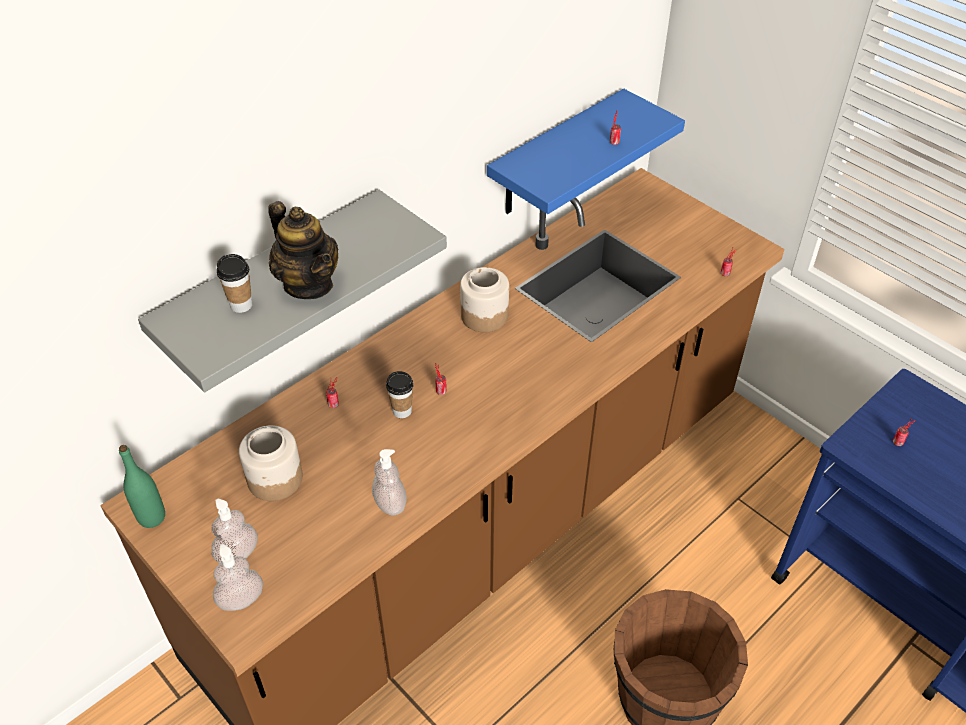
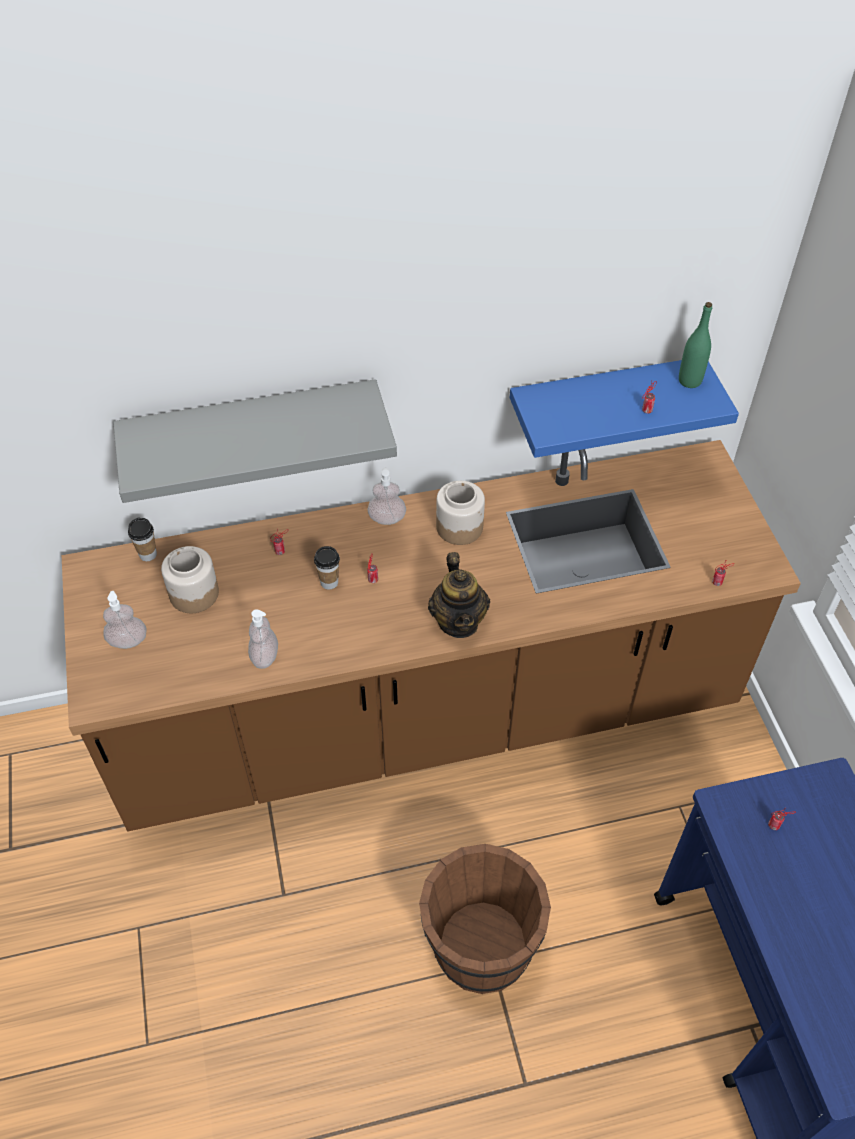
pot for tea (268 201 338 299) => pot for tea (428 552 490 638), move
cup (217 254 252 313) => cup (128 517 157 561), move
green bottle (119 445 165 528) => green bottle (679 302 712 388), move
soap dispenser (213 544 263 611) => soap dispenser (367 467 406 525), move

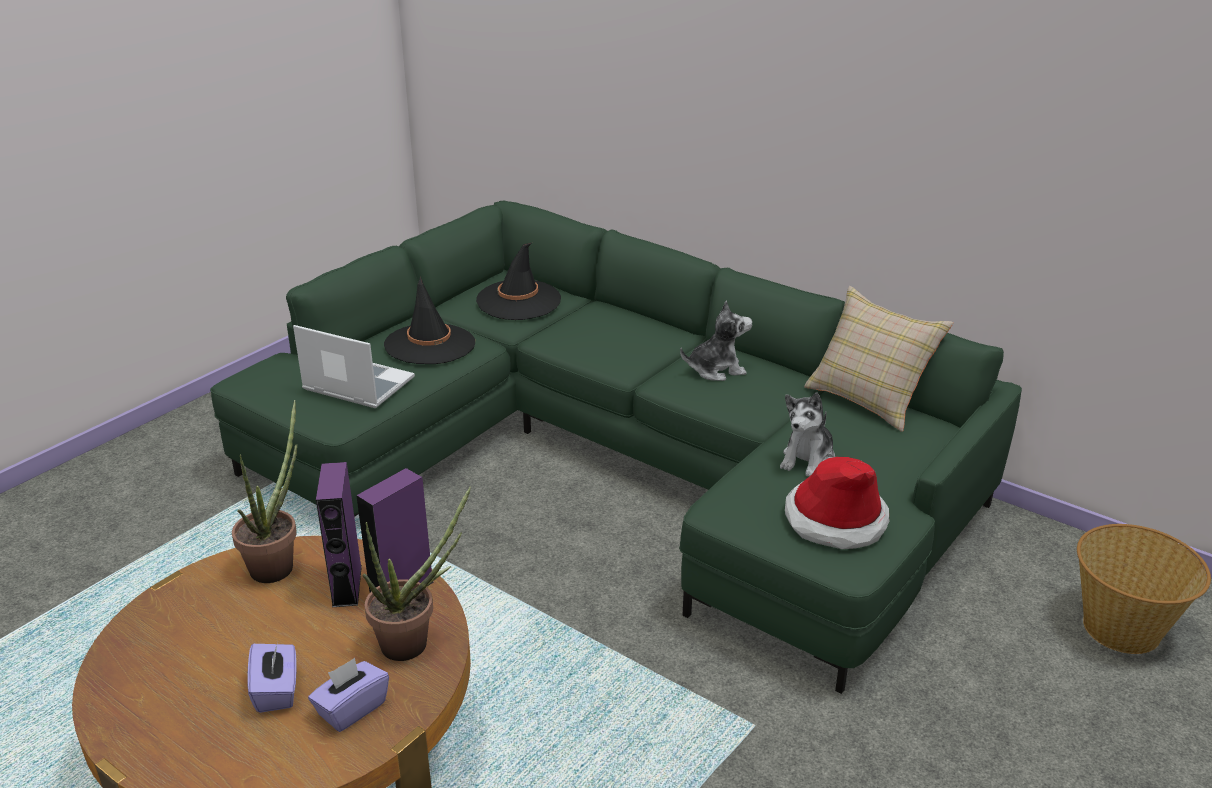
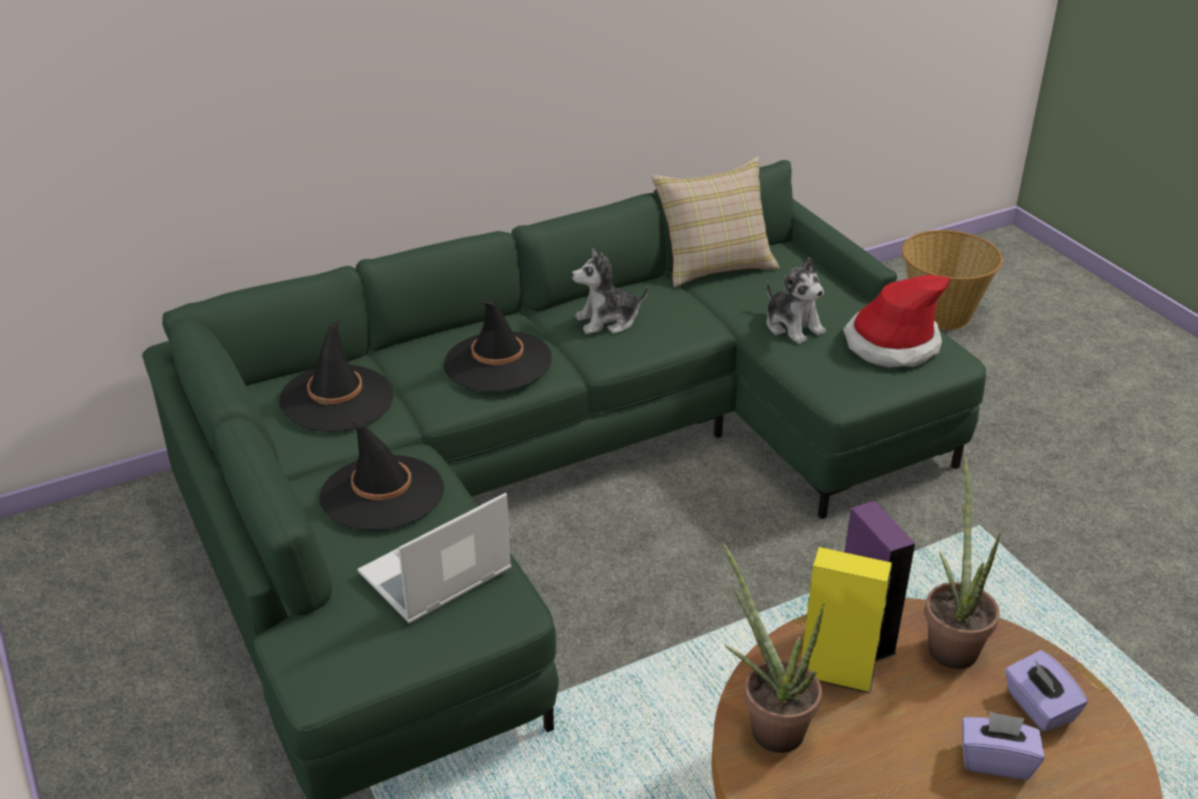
soft toy (680 301 752 381) => soft toy (572 248 649 334), 120 degrees counterclockwise
purplish speaker (316 462 362 607) => yellowish speaker (801 547 892 693)
nothing => black hat (444 301 552 392)

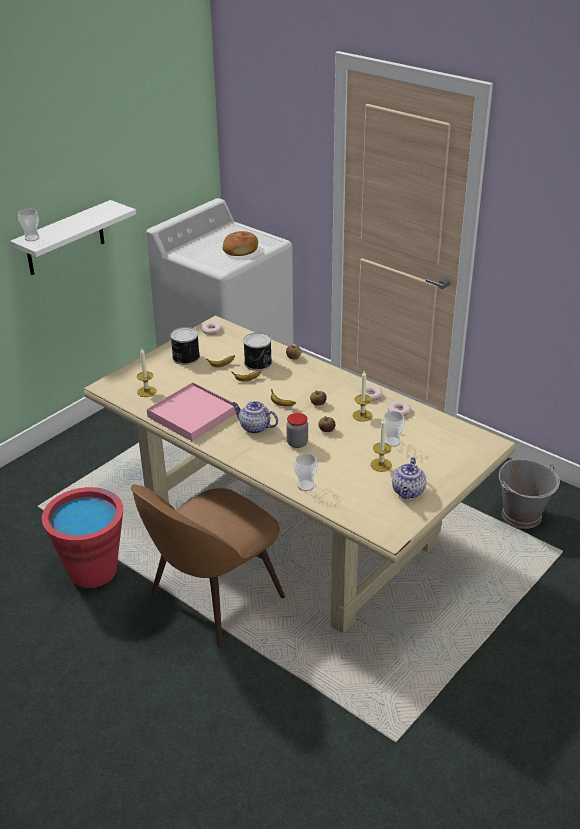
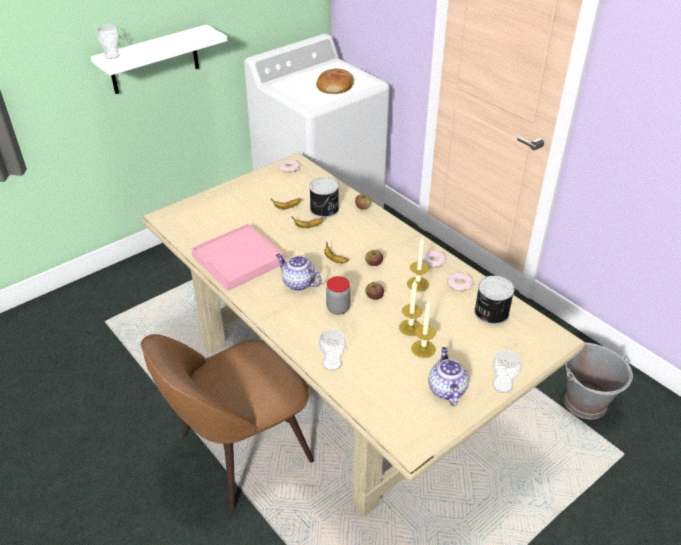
metal can (170 327 200 365) => metal can (474 276 515 325), move
wax light (137 348 156 397) => wax light (399 281 422 336), move
cup (382 411 405 447) => cup (493 350 522 393), move
pot for tea (392 457 427 499) => pot for tea (428 347 469 406), 150 degrees clockwise
red-coloured water bucket (42 487 123 588) => nothing

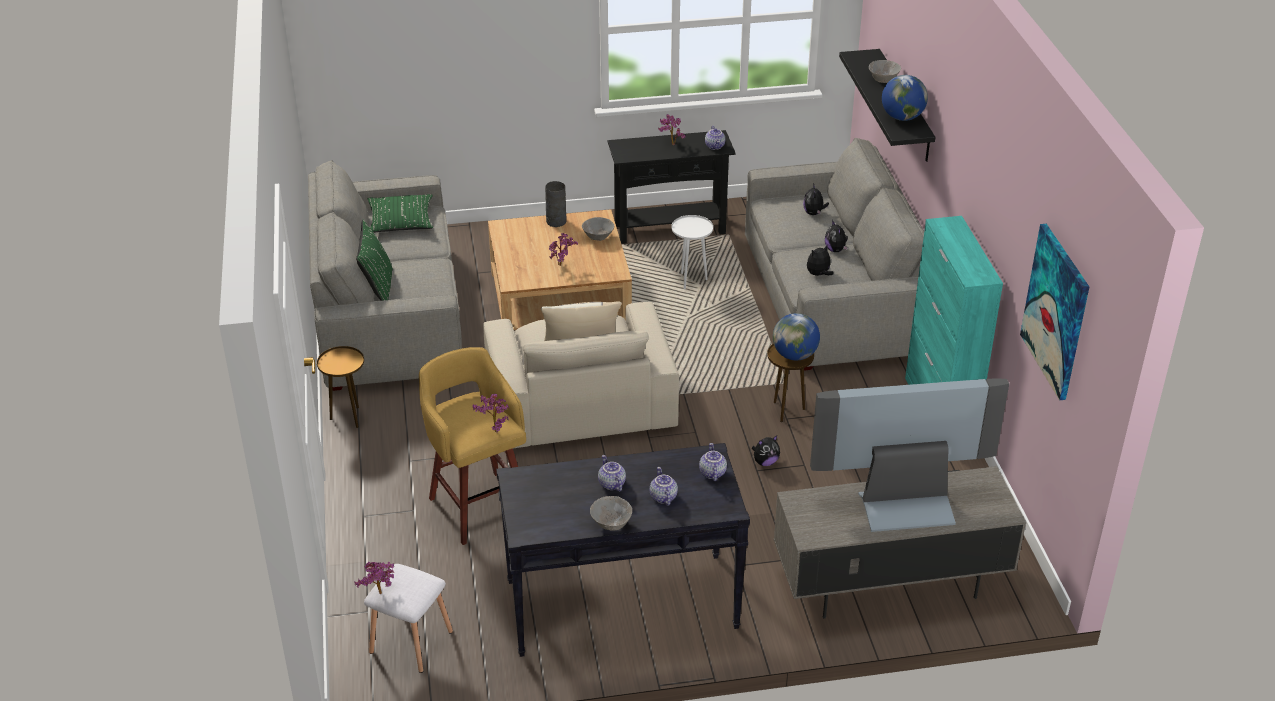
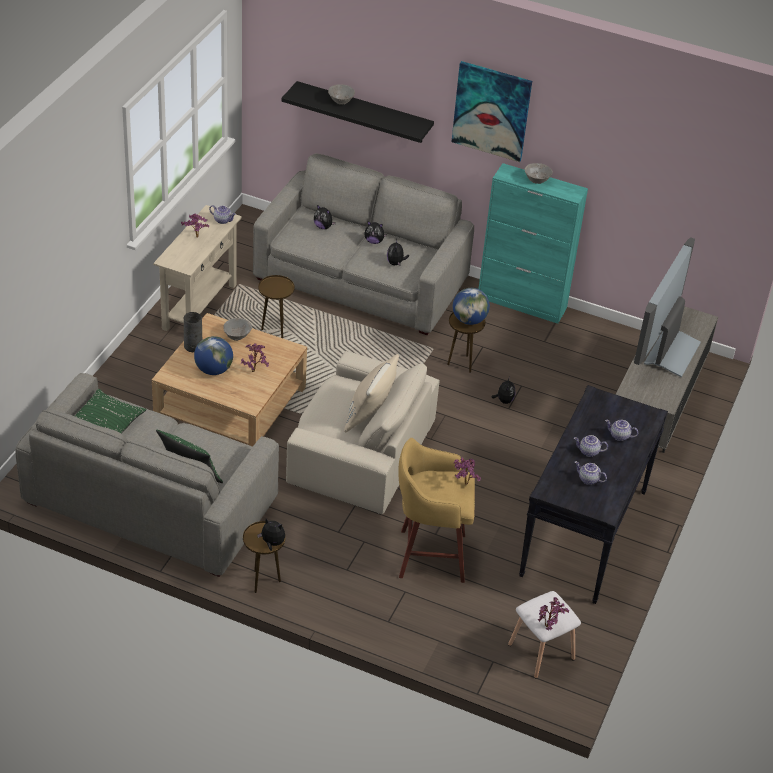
world globe (882 75 928 121) => world globe (194 336 233 375), move
black console table (608 130 736 244) => beige-coloured console table (153 205 242 331)
white side table (671 215 713 289) => brown side table (258 275 295 338)
wall picture (1020 224 1089 400) => wall picture (451 61 532 162), move
pot for tea (699 443 727 481) => pot for tea (575 461 607 485), move
greyish deep dish (590 496 632 530) => greyish deep dish (525 163 553 184), move
nothing => soft toy (257 518 285 551)

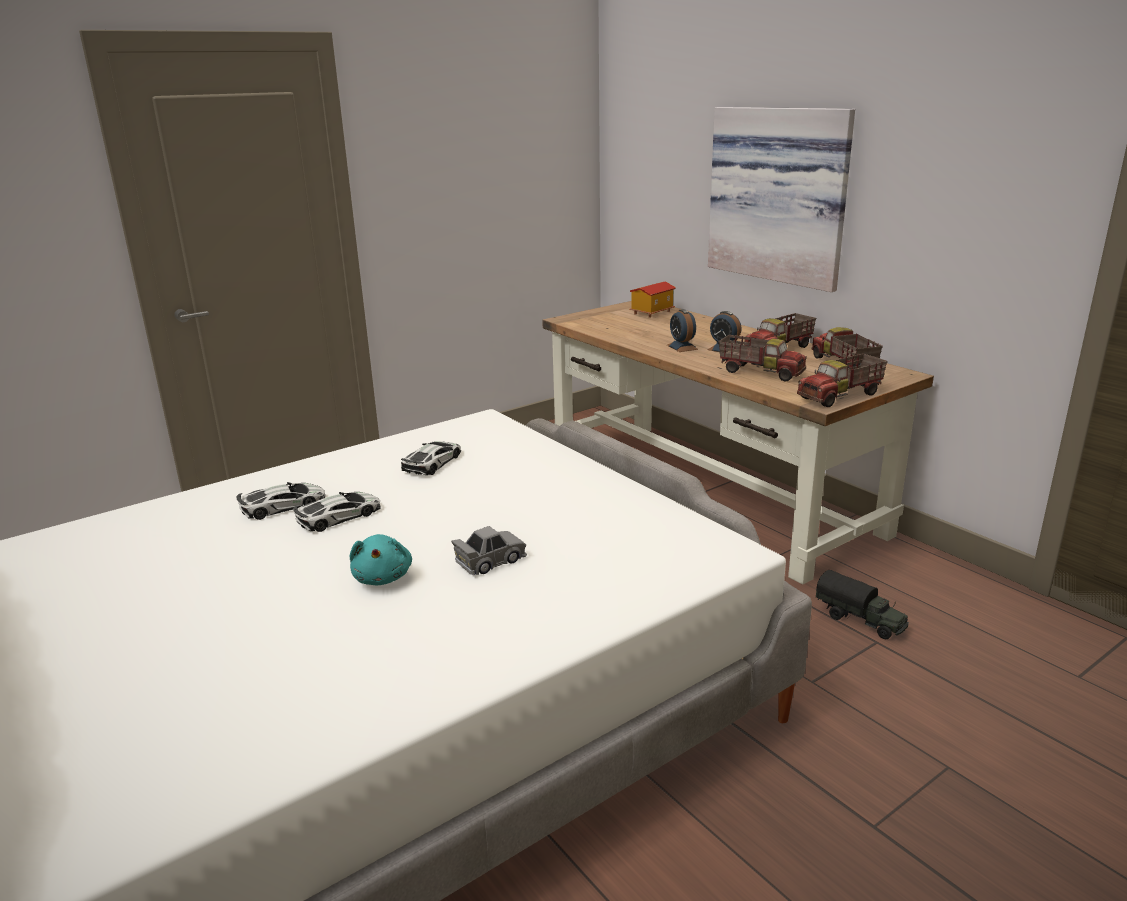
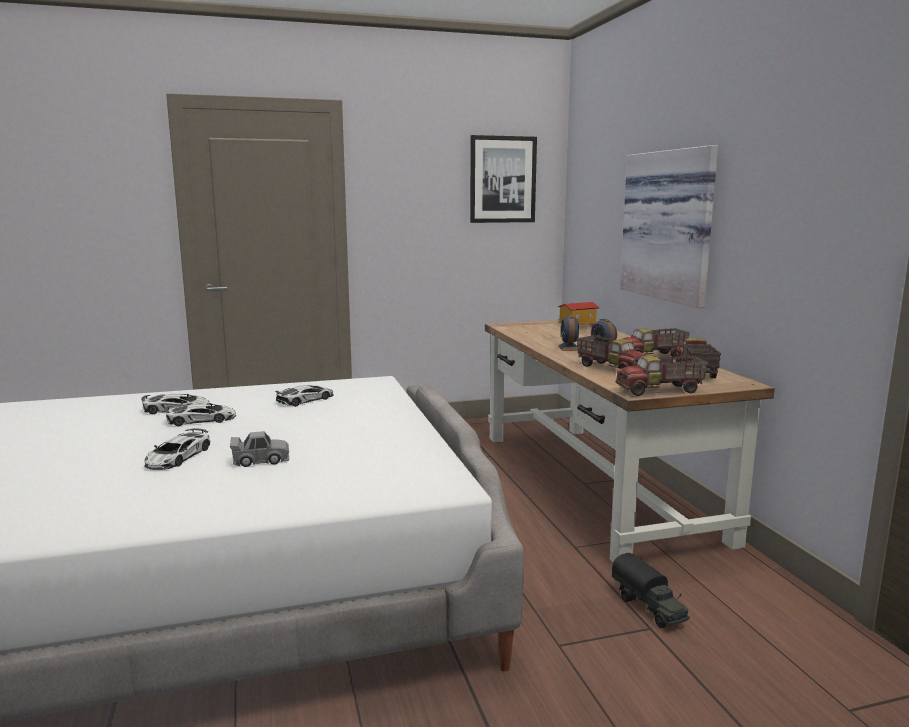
turquoise-coloured soft toy (350 534 412 585) => miniature car (144 429 210 470)
nothing => wall picture (470 135 537 223)

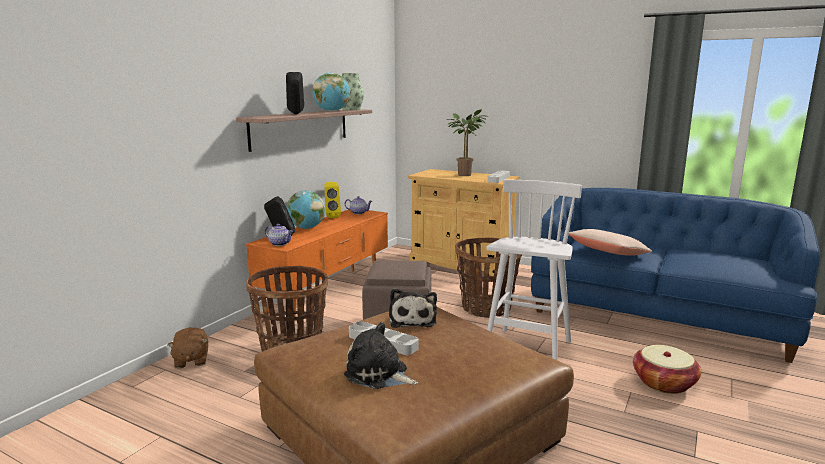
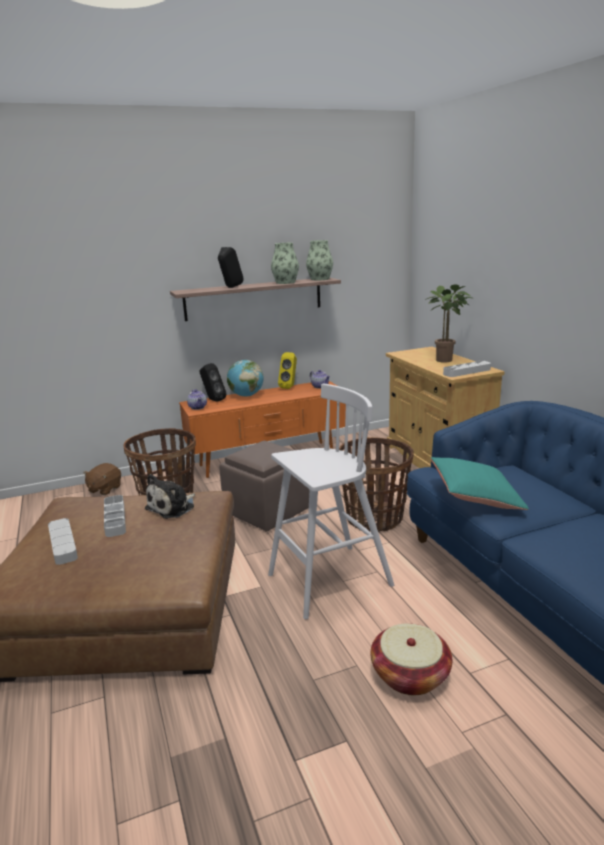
world globe (312 73 350 112) => vase (271 243 299 284)
beige-coloured pillow (568 229 652 256) => turquoise-coloured pillow (431 457 529 510)
soft toy (344 322 418 389) => greyish tray (48 518 78 565)

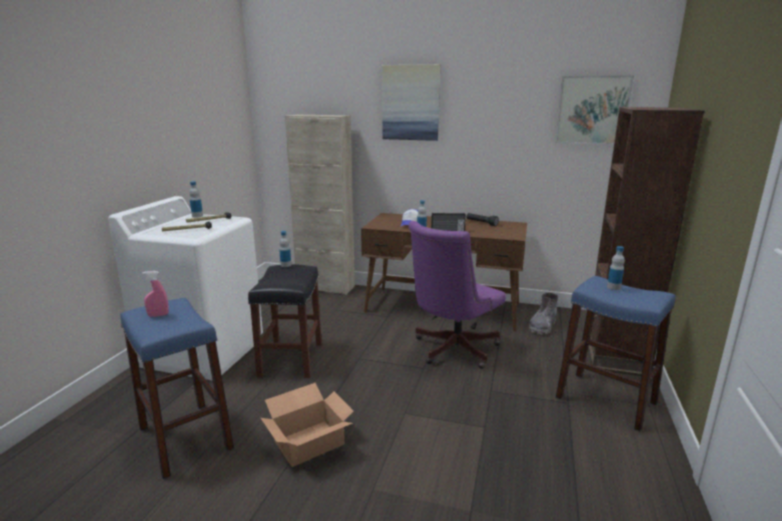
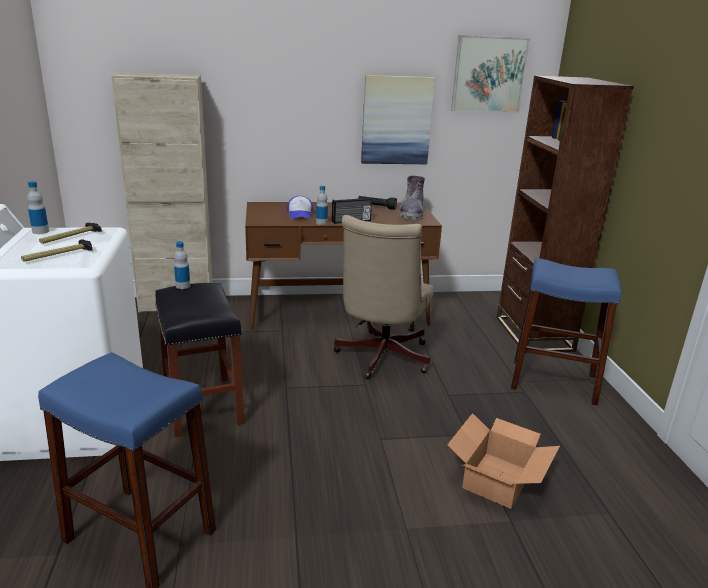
wall picture (382 64 440 141) => wall picture (361 75 435 164), move
purplish office chair (408 221 506 369) => beige-coloured office chair (334 215 434 379)
bottle (607 246 625 290) => nothing
pinkish hand sprayer (142 271 169 317) => nothing
greyish tall boot (529 293 558 335) => greyish tall boot (399 176 425 220), move
cardboard box (261 383 354 467) => cardboard box (447 413 560 509), move

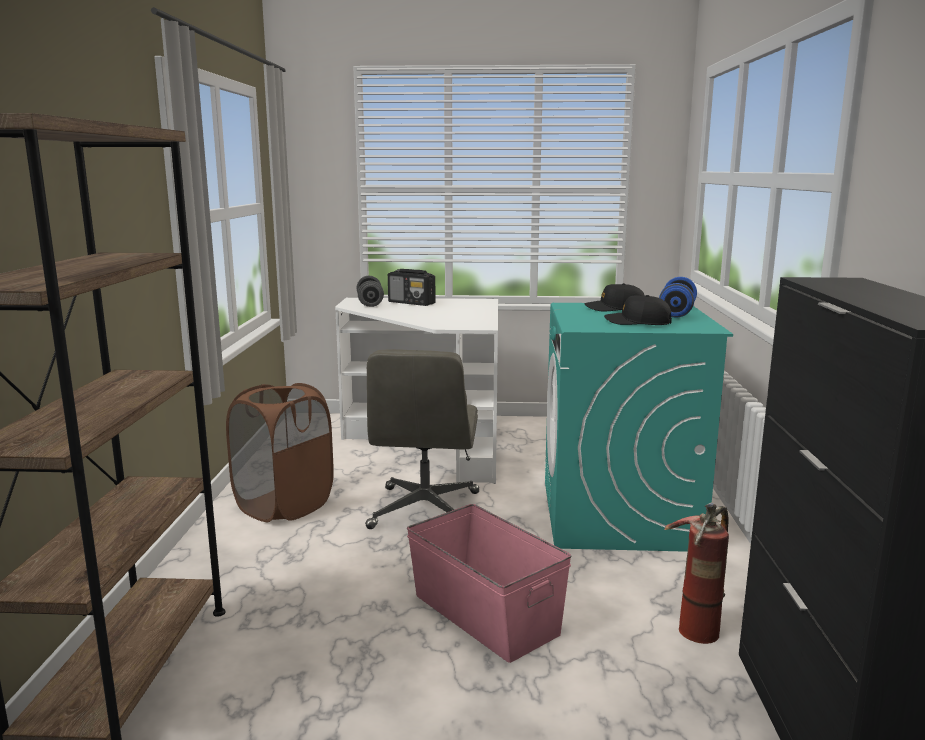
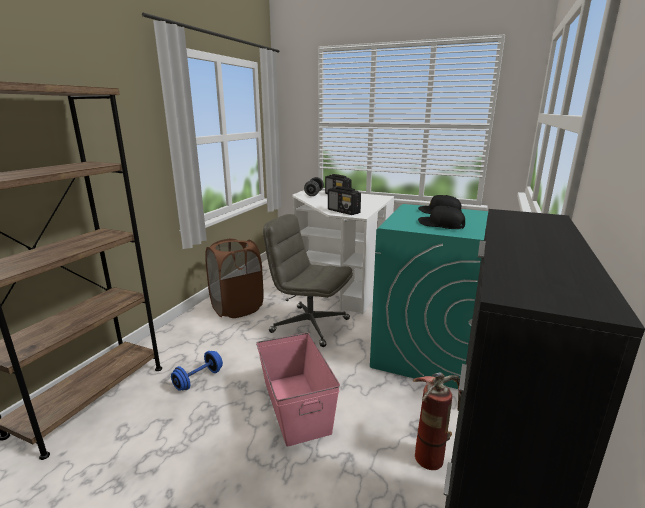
blue dumbbell (659 277 697 318) => blue dumbbell (171 351 223 391), move
greyish office chair (365 349 479 529) => greyish office chair (263 214 353 347), 90 degrees clockwise
nothing => radio (328 186 361 215)

